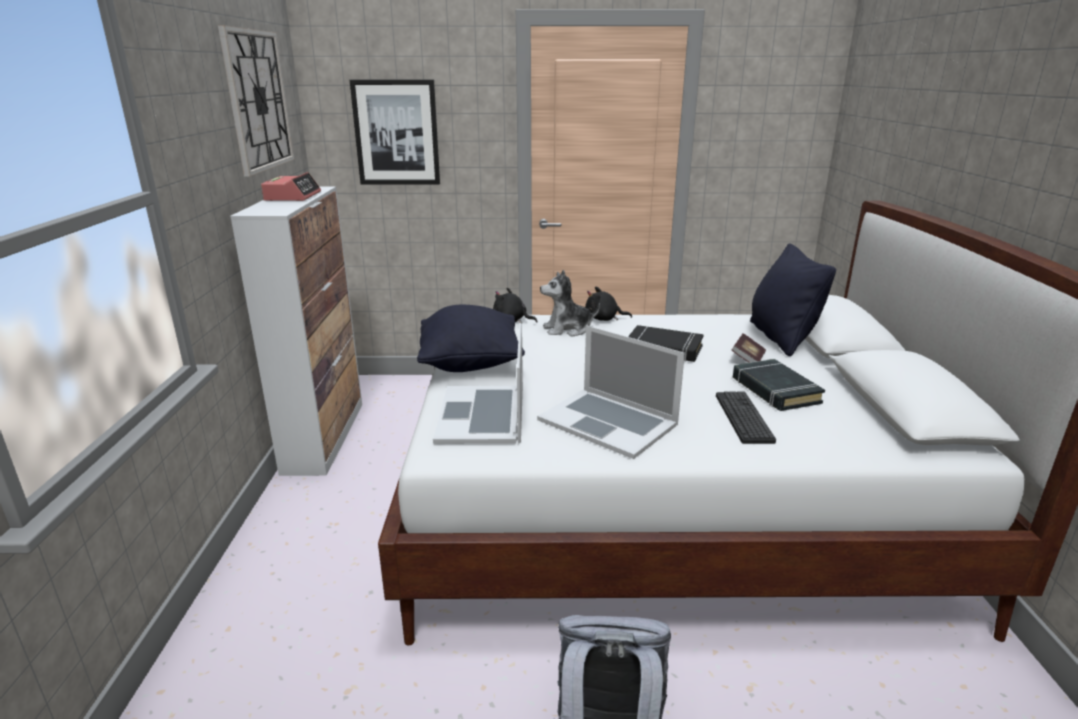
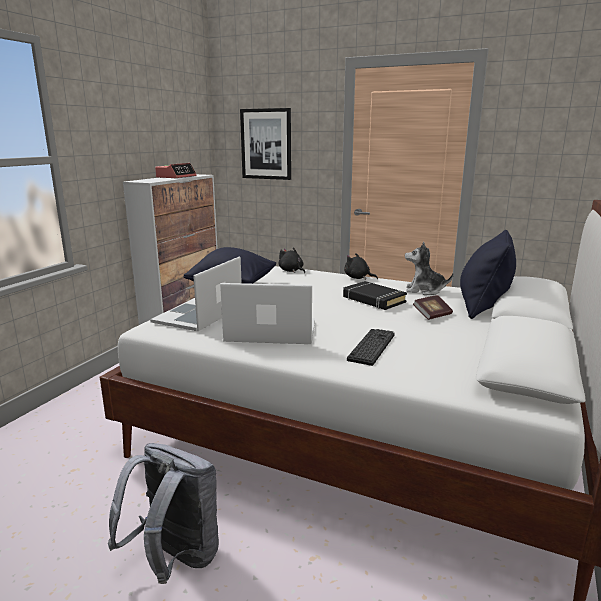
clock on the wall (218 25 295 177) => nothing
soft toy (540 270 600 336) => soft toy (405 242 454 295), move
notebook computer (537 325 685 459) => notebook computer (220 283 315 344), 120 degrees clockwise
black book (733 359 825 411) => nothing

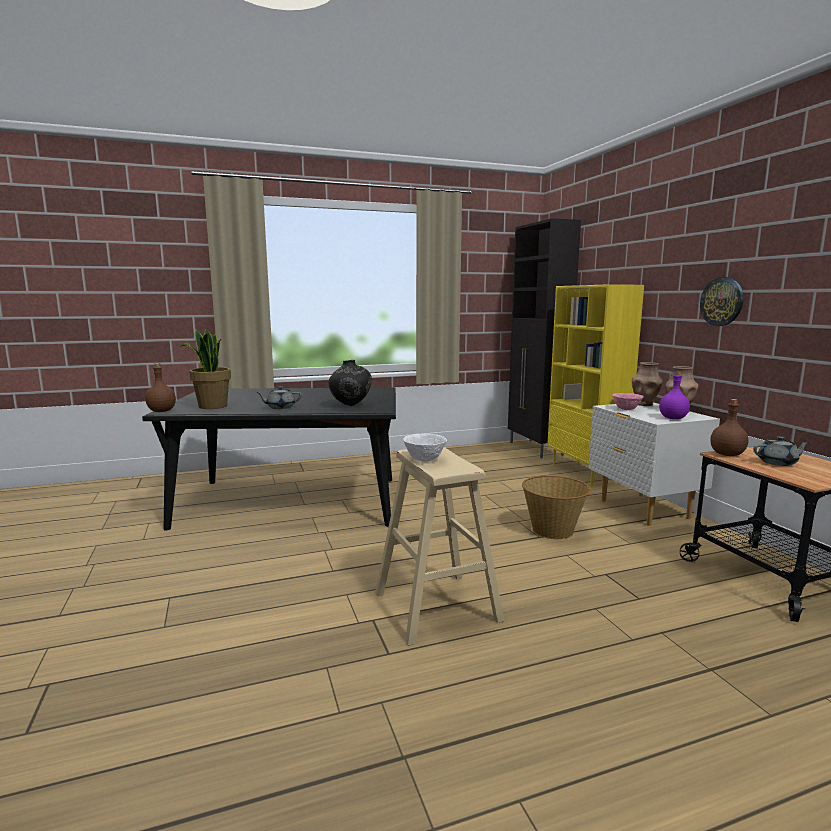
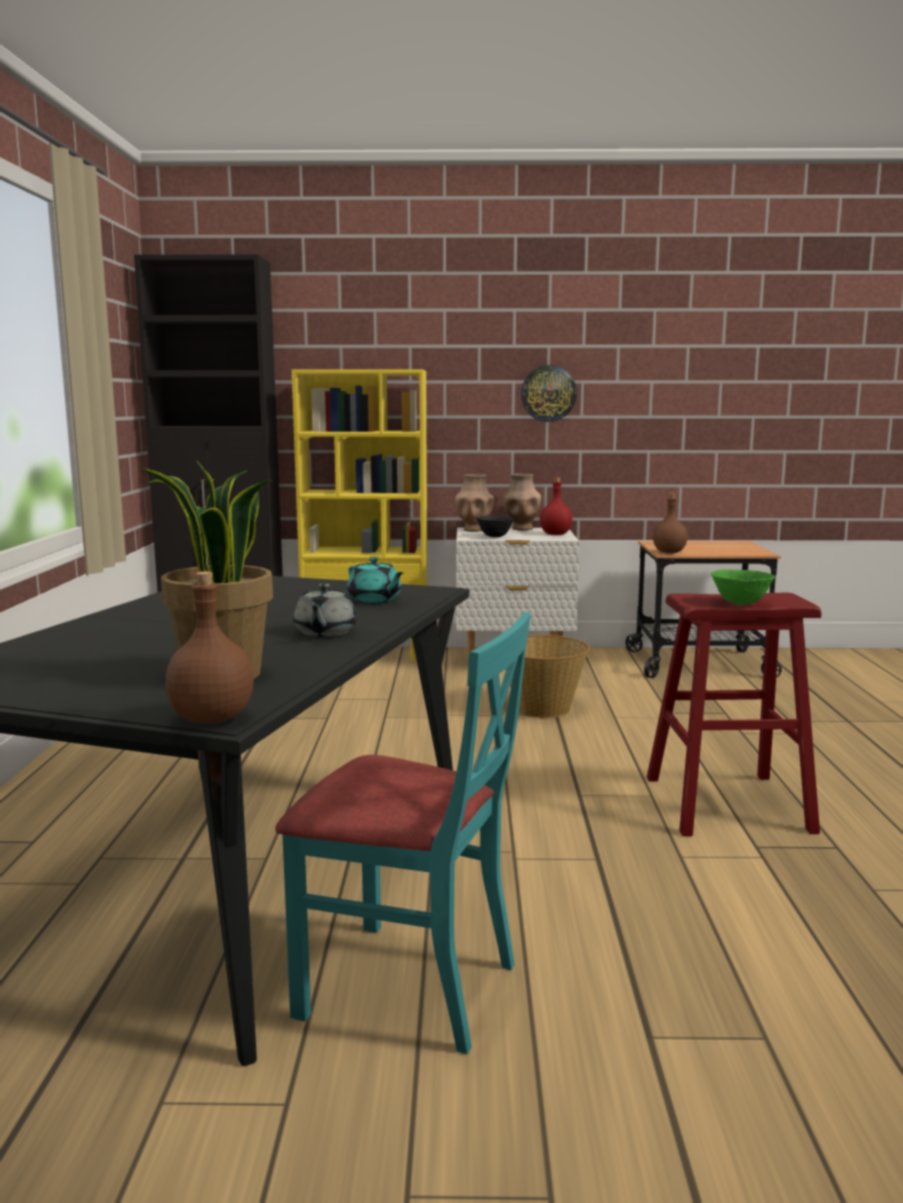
black vase (328 360 372 406) => turquoise-coloured pot for tea (347 557 404 603)
purplish bottle (659 371 690 419) => red-coloured bottle (540 477 573 535)
pinkish deep dish (612 393 644 410) => black deep dish (476 516 515 537)
white deep dish (403 434 447 462) => green deep dish (711 569 775 605)
greyish pot for tea (753 436 810 466) => nothing
beige-coloured stool (375 447 504 646) => red-coloured stool (647 592 821 836)
nothing => turquoise-coloured plain chair (275 612 531 1054)

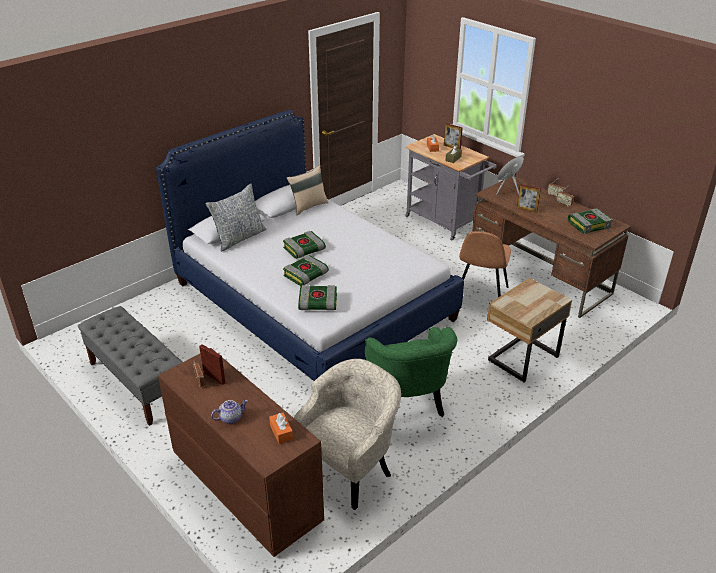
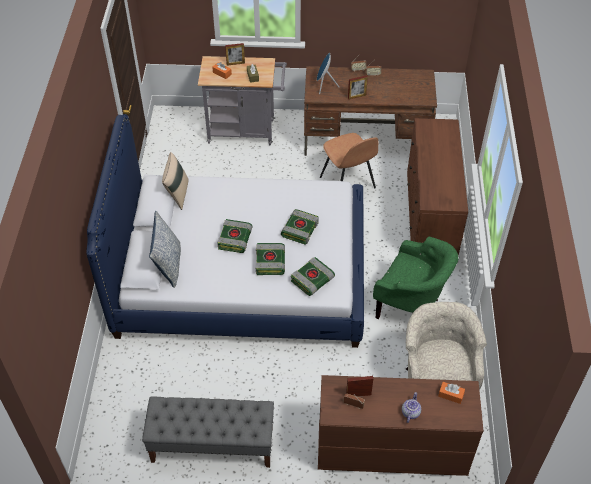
book (568 209 613 234) => book (281 209 319 245), move
beige-coloured night table (487 278 572 383) => brown drawer chest (407 118 468 256)

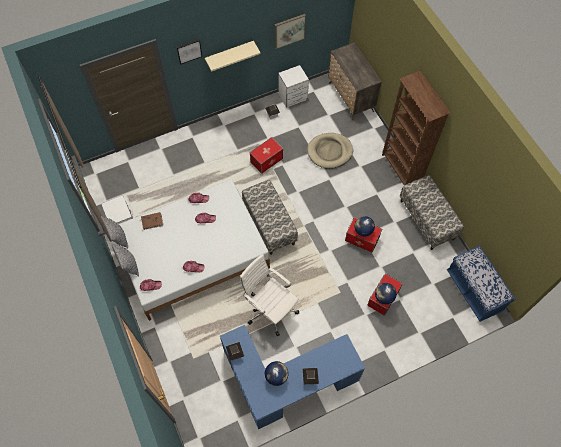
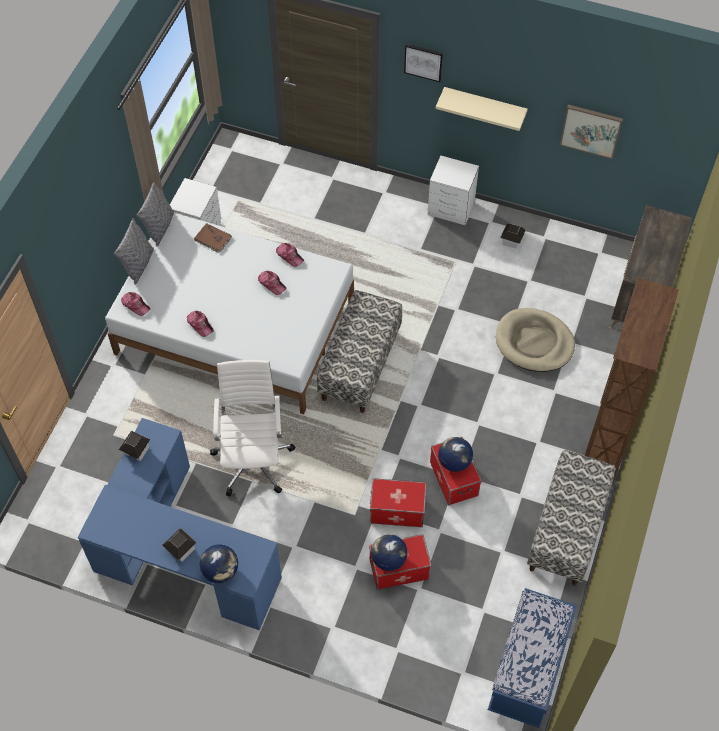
white night table (278 65 309 108) => white night table (428 156 479 225), move
storage bin (250 137 283 174) => storage bin (370 478 426 527), move
world globe (265 361 288 386) => world globe (200 544 238 583), move

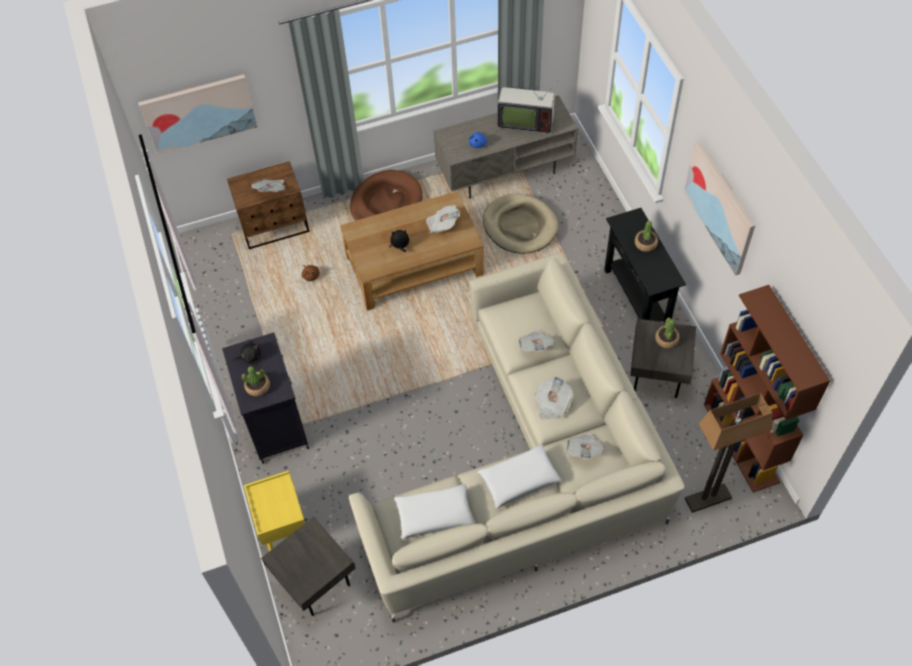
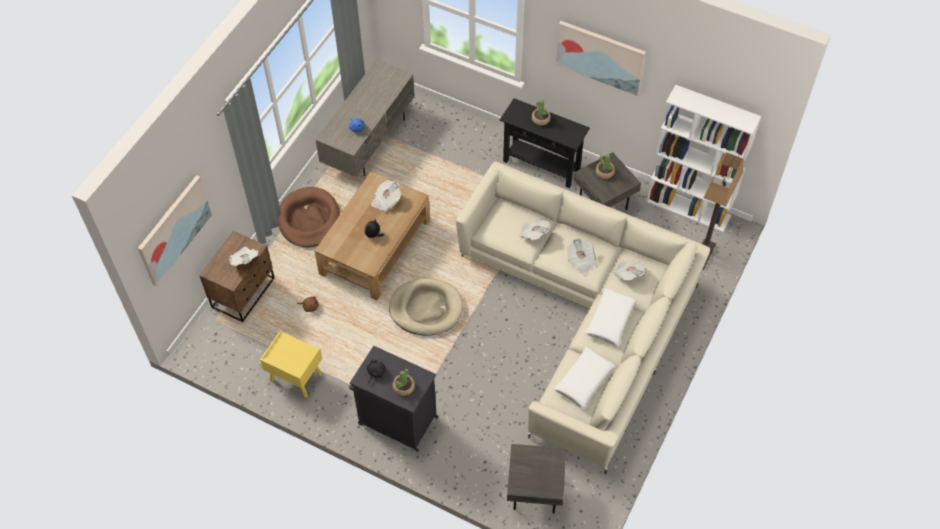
television (497 79 558 134) => nothing
beige-coloured dog cushion (483 194 558 254) => beige-coloured dog cushion (389 278 463 336), move
brown bookcase (704 285 830 492) => white bookcase (646 85 761 232)
yellowish night table (244 471 305 551) => yellowish night table (260 330 322 398), move

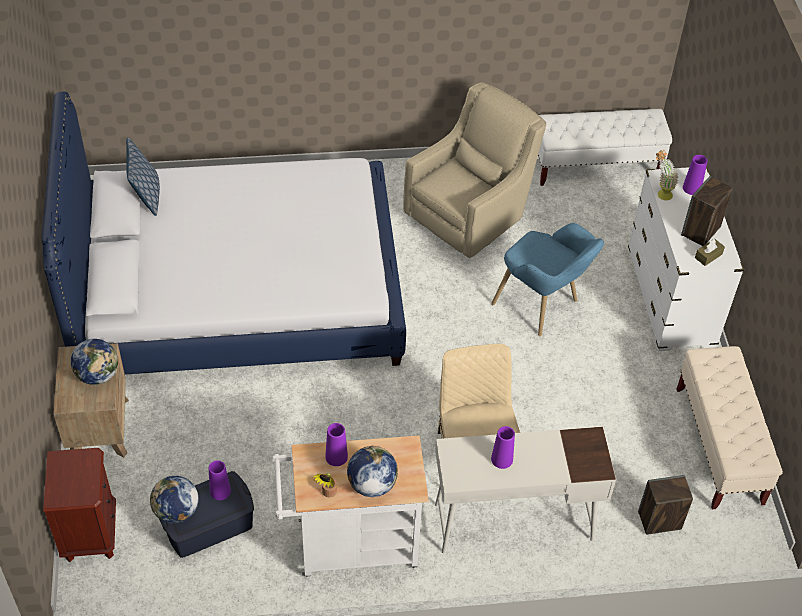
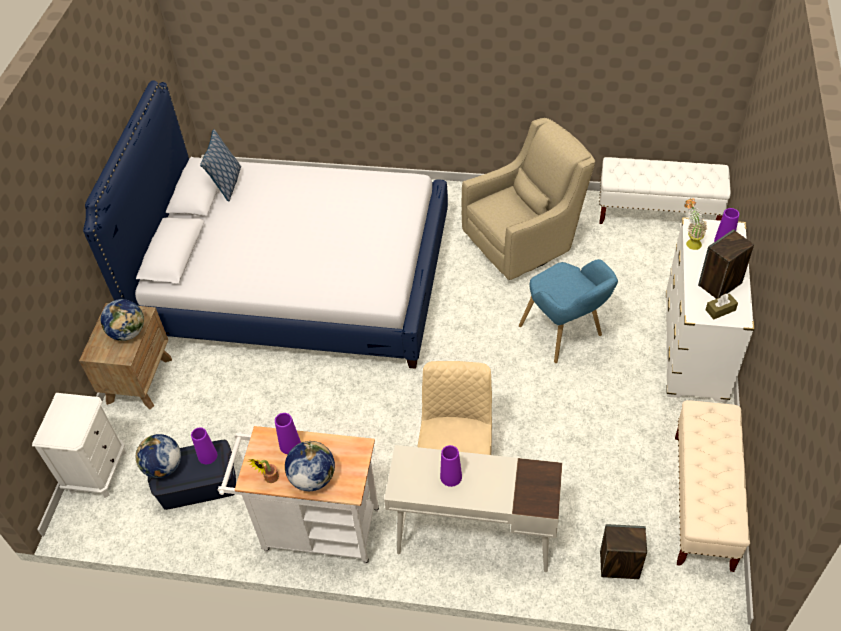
brown night table (43 448 116 562) => white night table (32 393 126 498)

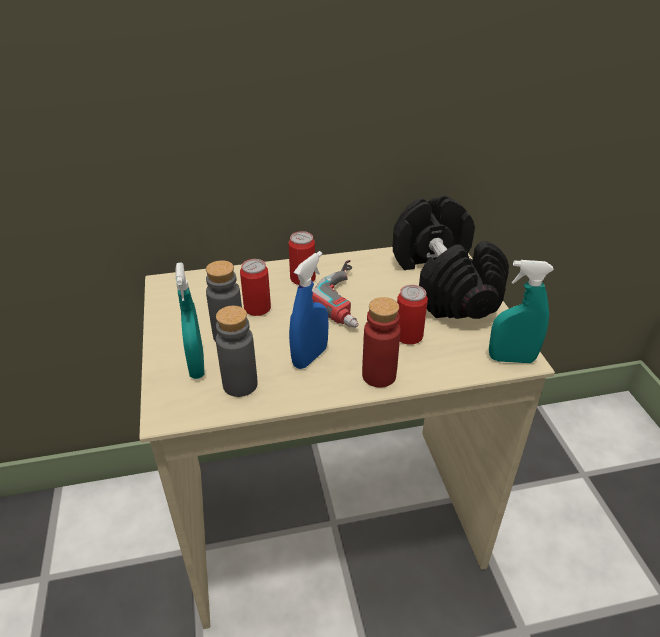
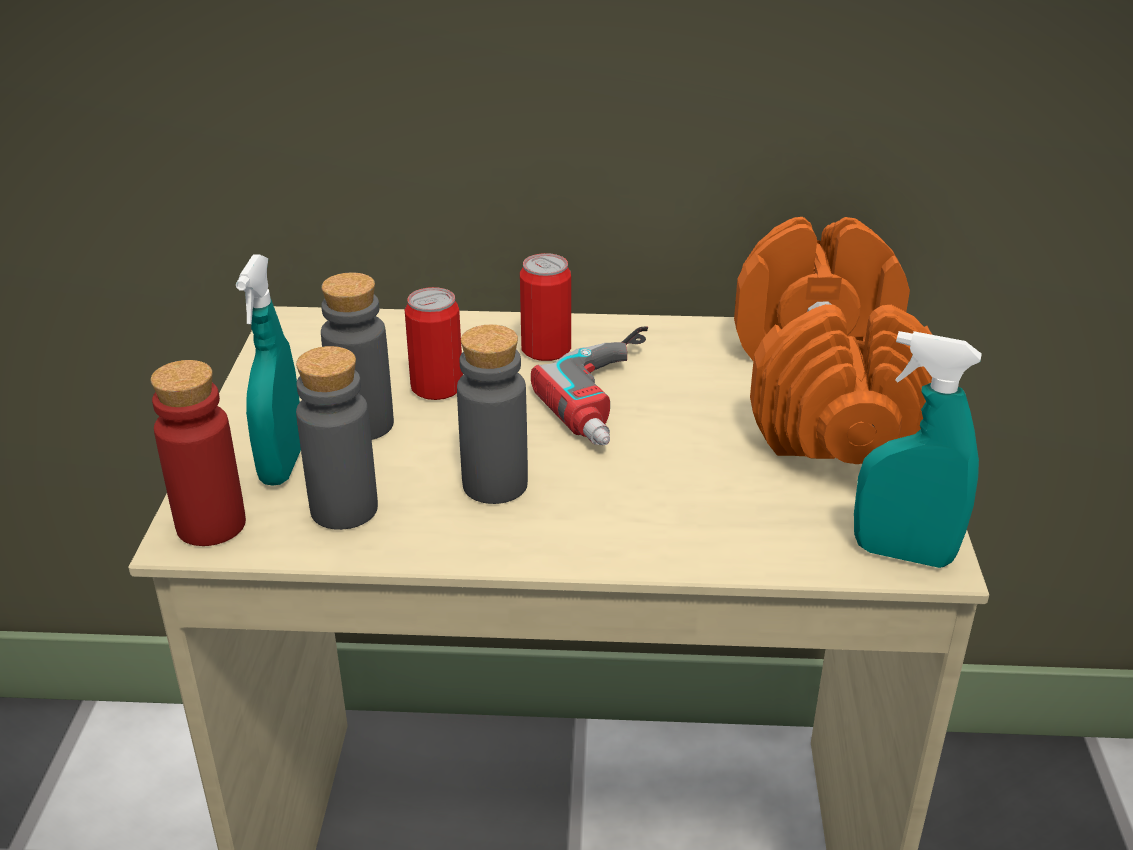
black dumbbell (392 196 509 319) => orange-coloured dumbbell (734 217 932 464)
blue hand sprayer (289 251 329 369) => greyish bottle (457 325 528 504)
metal can (397 285 428 345) => nothing
red-coloured bottle (362 297 401 388) => red-coloured bottle (151 360 246 546), move

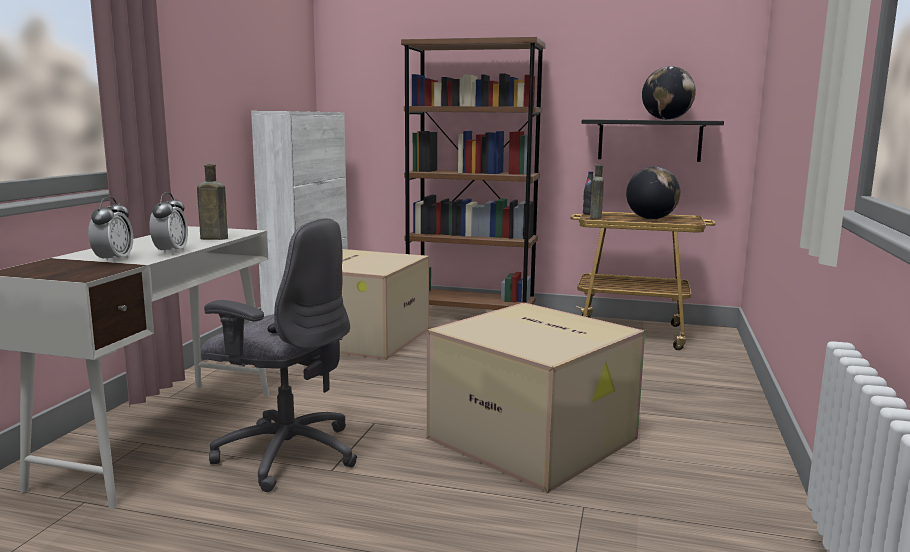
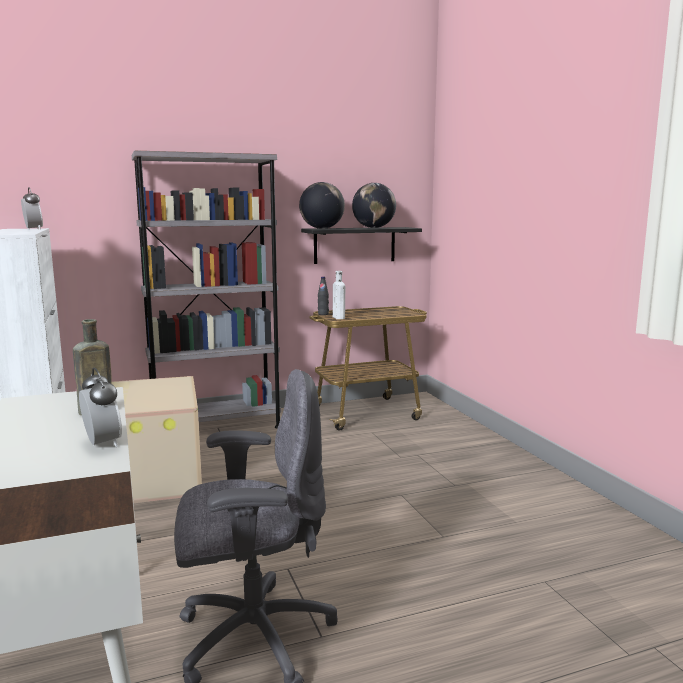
brown bookcase (401 37 546 310) => greyish bookcase (132 150 281 429)
brown bottle (590 165 604 219) => white bottle (333 271 345 319)
world globe (626 167 680 219) => world globe (299 182 345 229), move
alarm clock (88 197 133 263) => alarm clock (21 187 43 230), move
cardboard box (427 302 645 493) => nothing

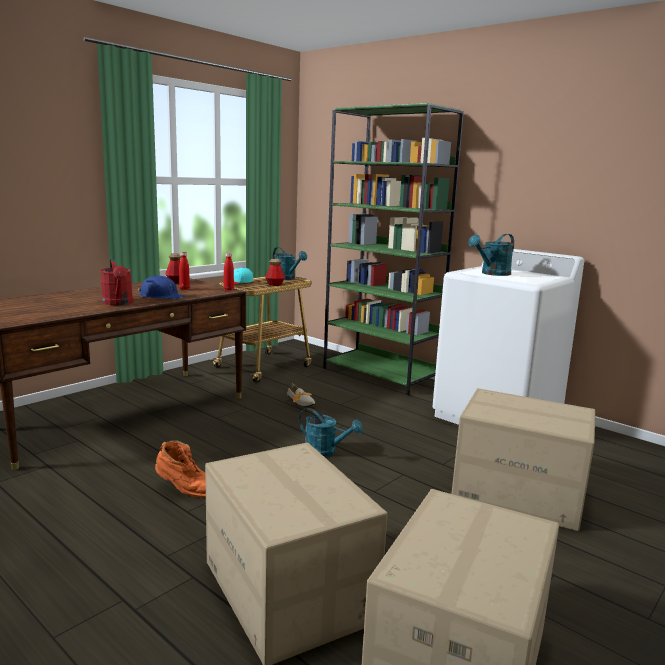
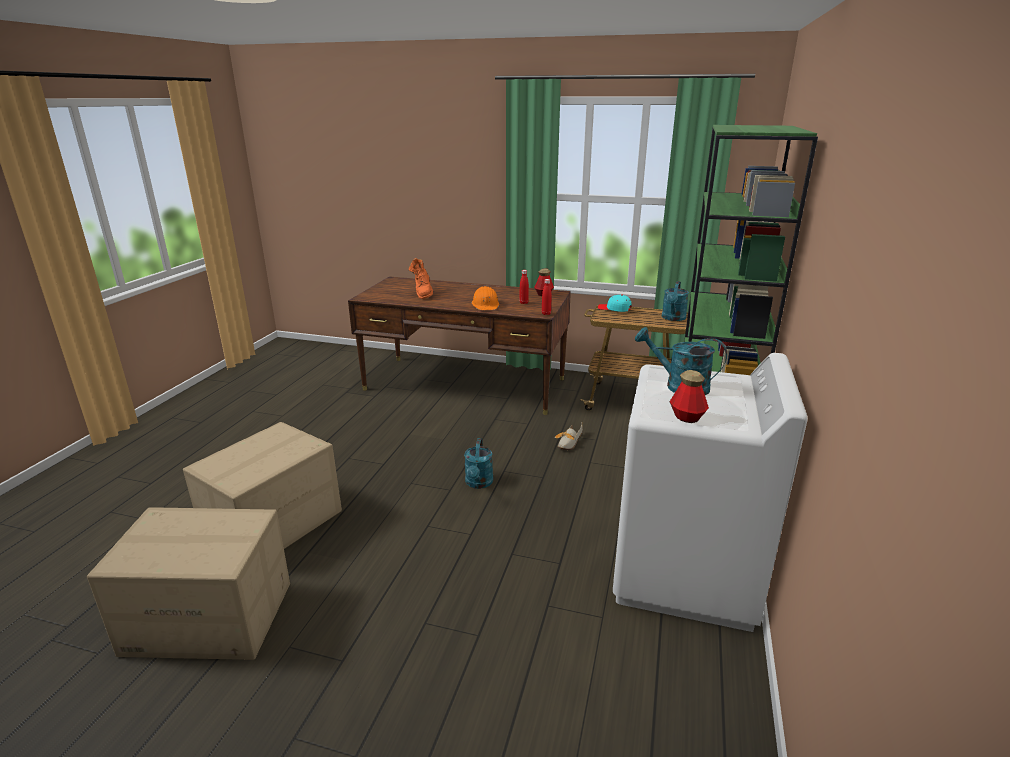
red-coloured sprinkling can (100 259 133 305) => nothing
bottle (265 259 285 286) => bottle (670 370 709 423), move
blue hard hat (138 275 185 299) => orange-coloured hard hat (472 286 499 310)
cardboard box (452 388 595 531) => nothing
orange-coloured tall boot (155 440 206 498) => orange-coloured tall boot (408 258 433 299), move

